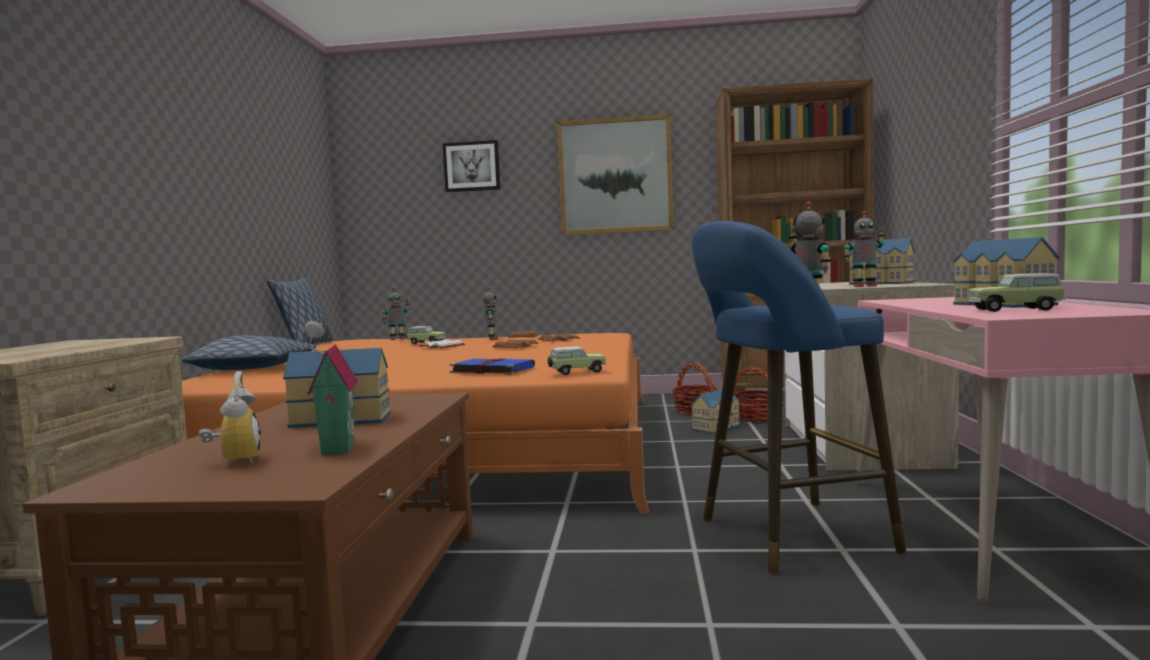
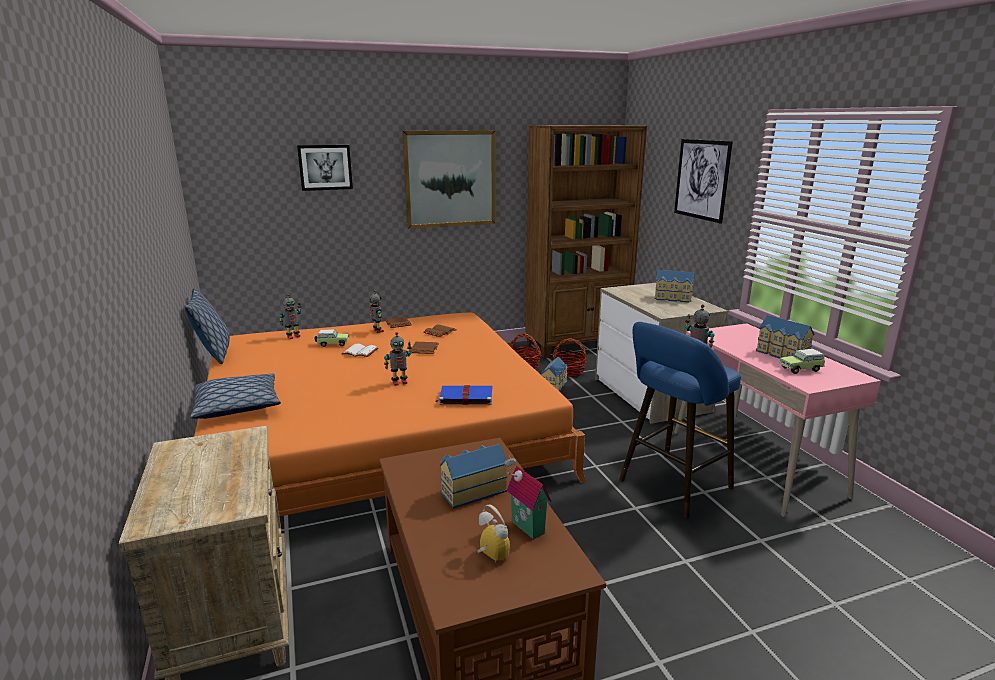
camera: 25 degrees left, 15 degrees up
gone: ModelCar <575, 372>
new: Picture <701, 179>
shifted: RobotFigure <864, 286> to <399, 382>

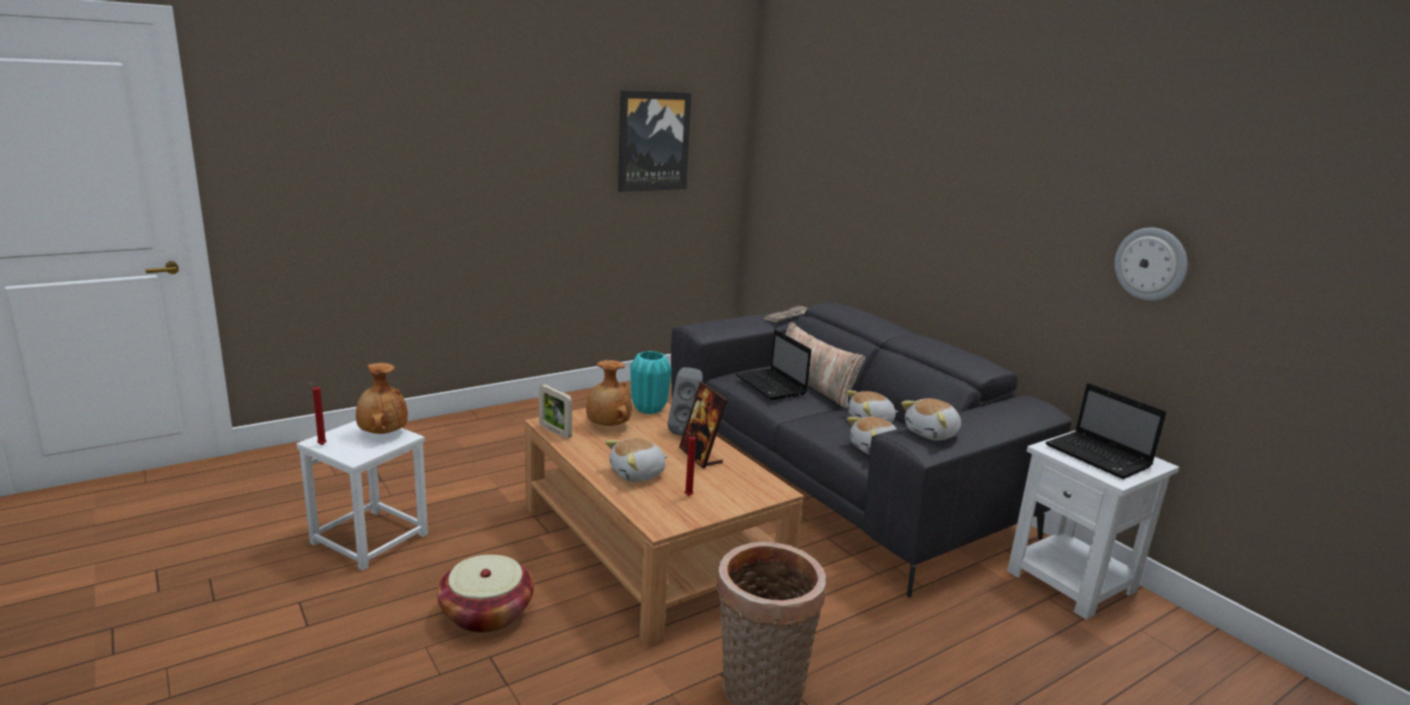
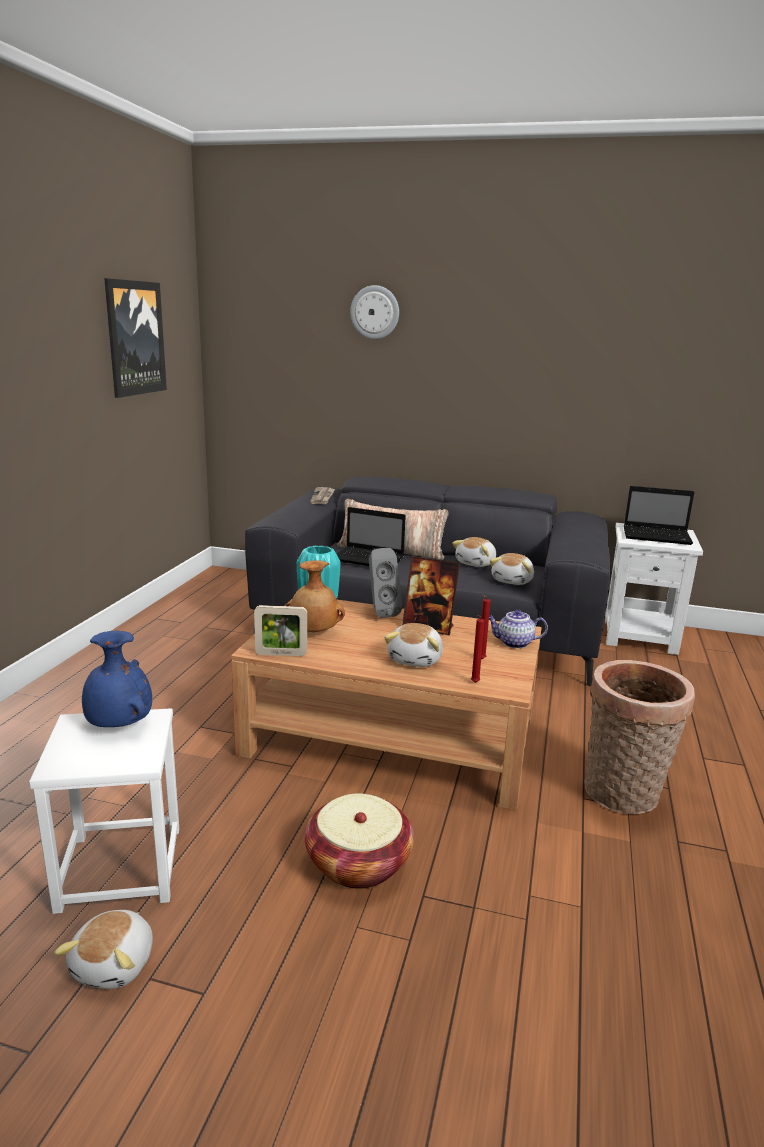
camera: 40 degrees left, 0 degrees up
new: Teapot <514, 643>
shifted: RedColouredCandle <320, 445> to <474, 683>; PlushToy <932, 434> to <115, 964>; HangingClock <1151, 264> to <375, 312>
repainted: BrownishFlowerVase <382, 433> to BlueFlowerVase <118, 724>

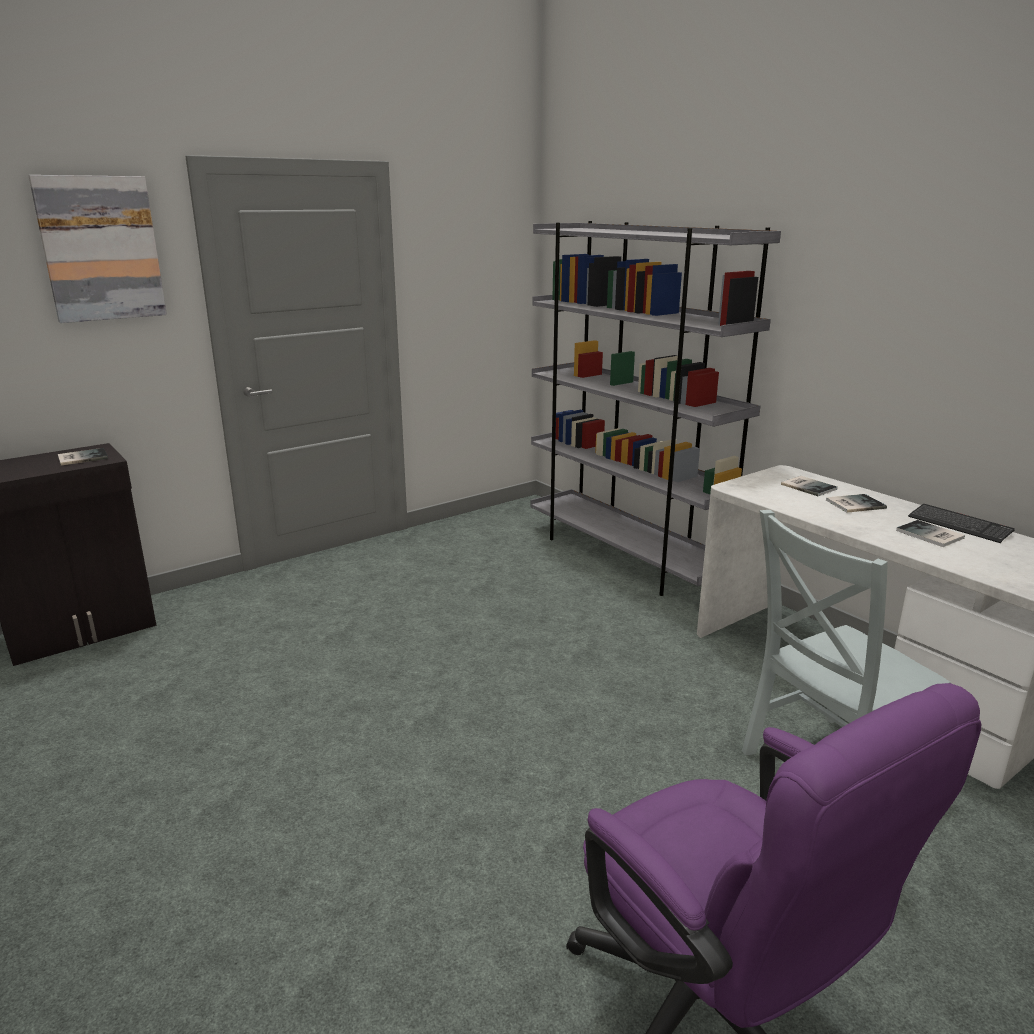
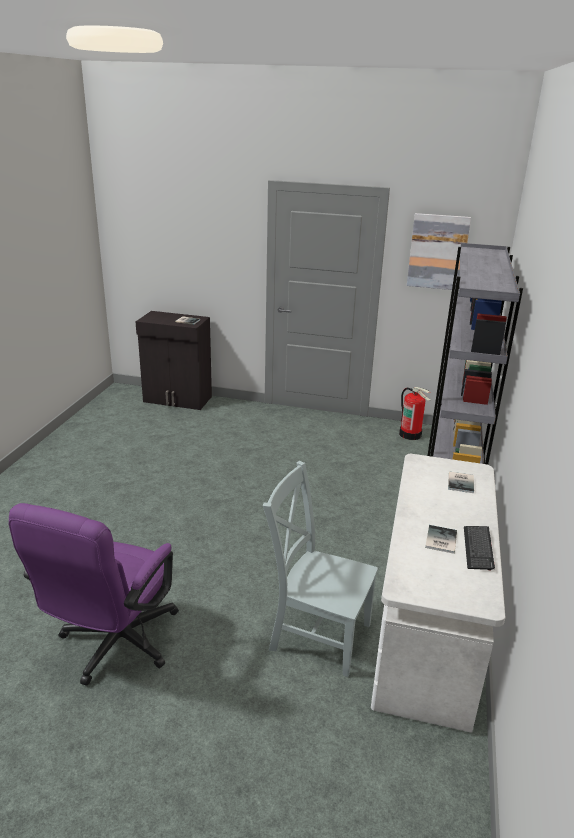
camera: 50 degrees right, 5 degrees up
gone: Book <853, 504>
new: FireFightingCylinder <410, 434>
shifted: Picture <101, 249> to <437, 252>

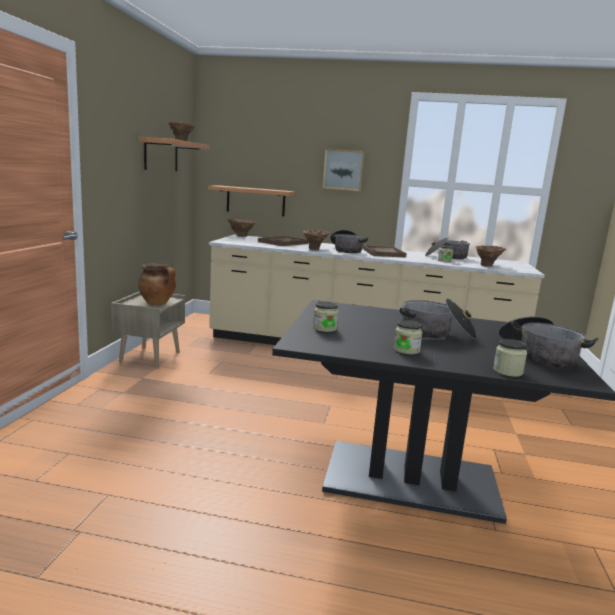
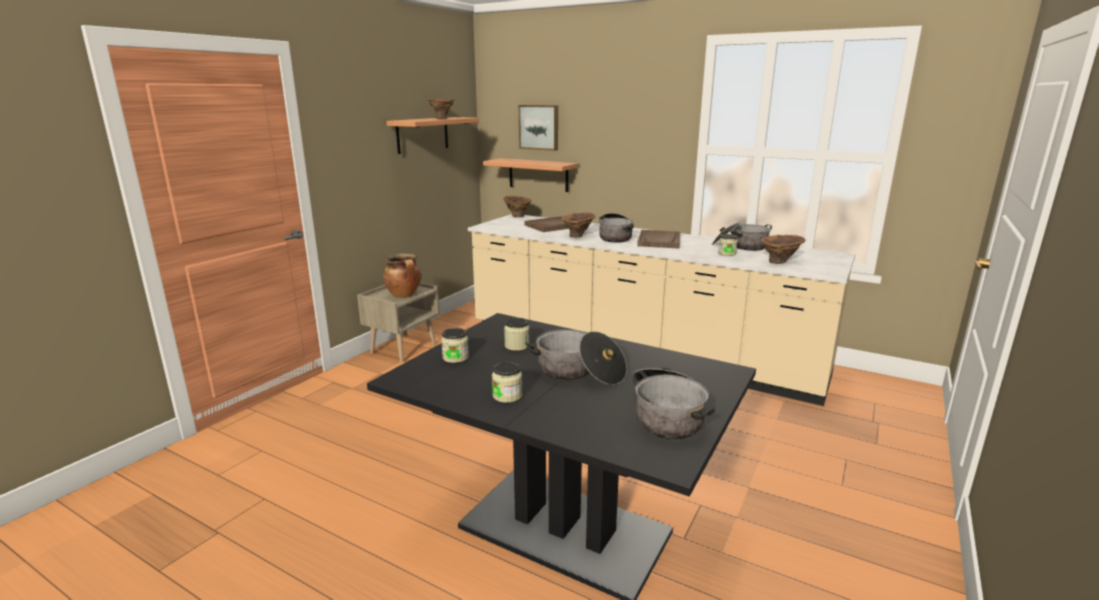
camera: 20 degrees right, 5 degrees up
shifted: Picture <343, 170> to <539, 127>; Jar <507, 371> to <517, 346>

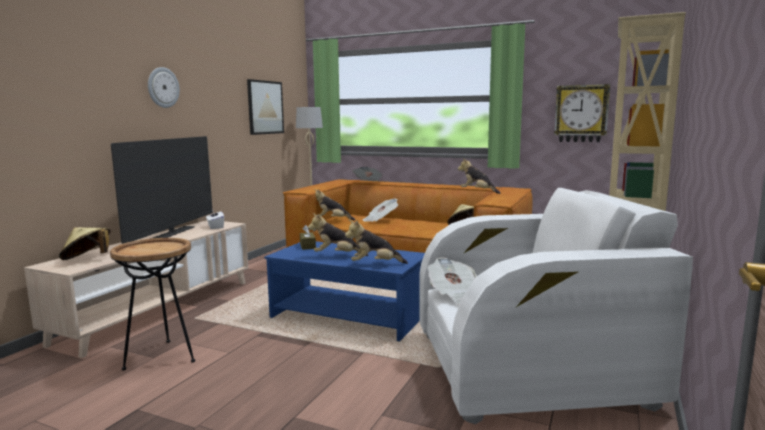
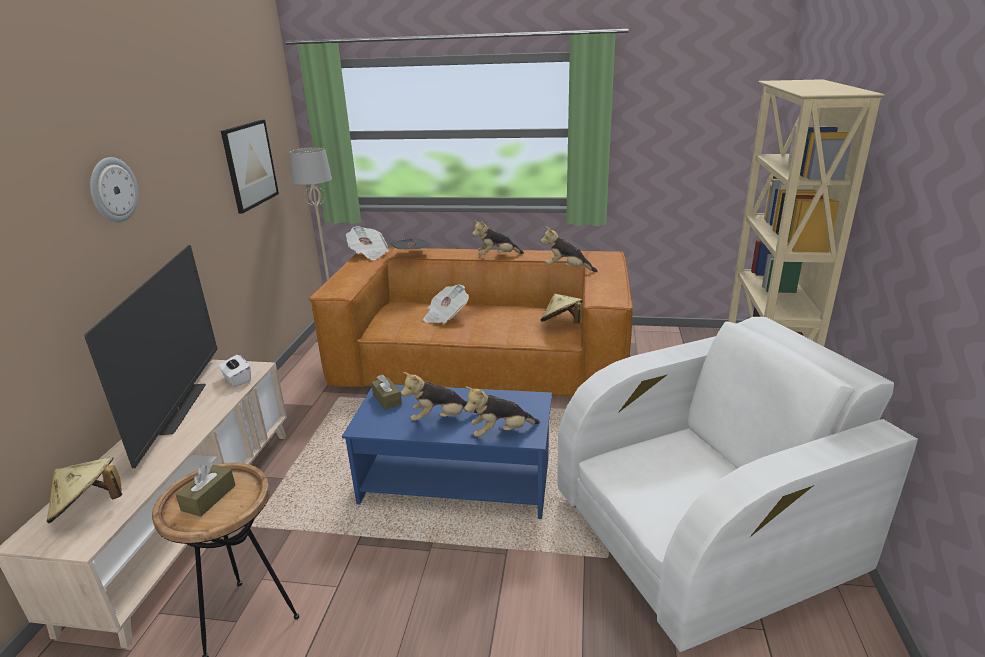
camera: 15 degrees left, 15 degrees up
gone: HangingClock <581, 113>
new: BrownishBoxOfTissues <209, 498>
shifted: PlushToy <332, 220> to <496, 256>; Newspaper <455, 296> to <368, 254>

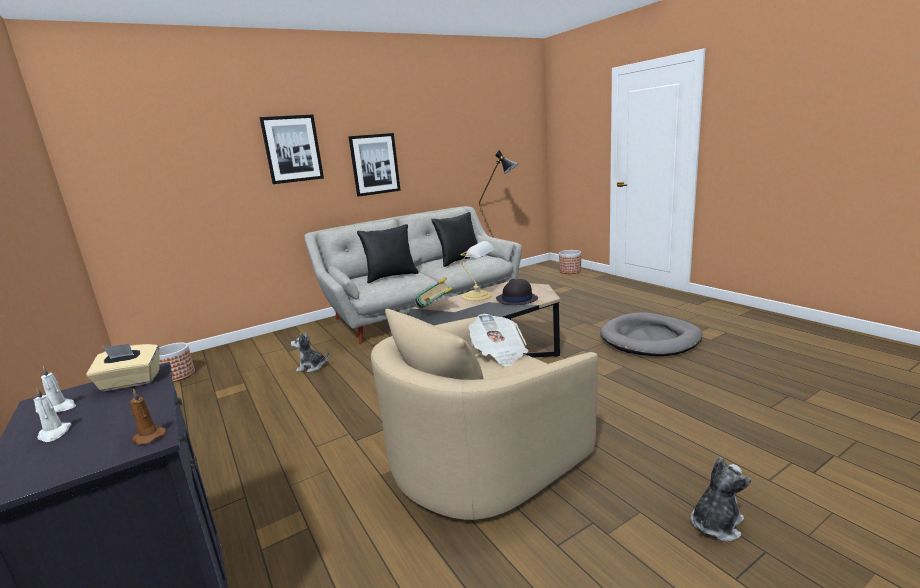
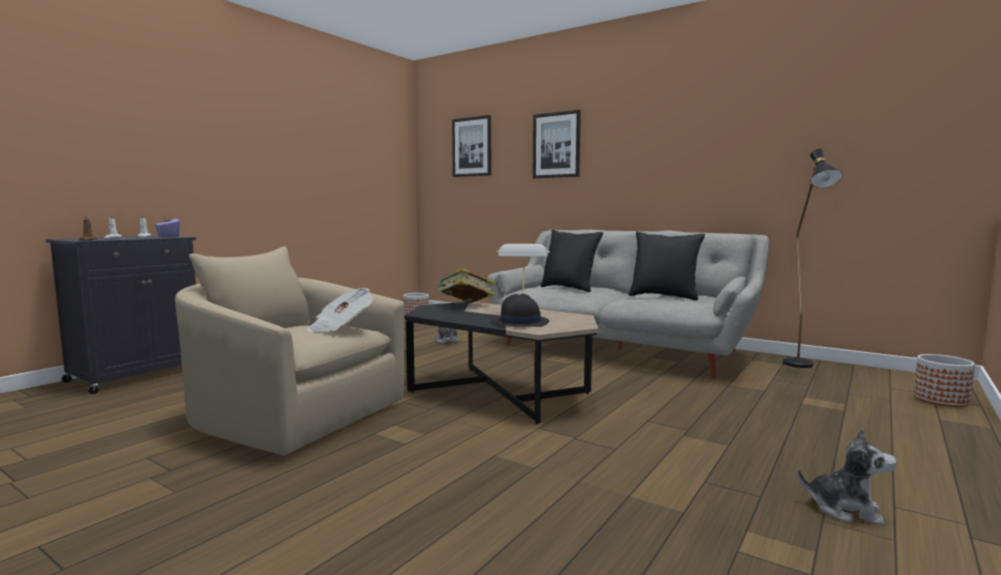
camera: 65 degrees right, 10 degrees down
gone: GrayPetBed <650, 339>
shifted: Picture <374, 164> to <472, 147>; PlushToy <715, 524> to <845, 509>
repainted: BeigeColouredBoxOfTissues <131, 382> to PurpleBoxOfTissues <168, 236>

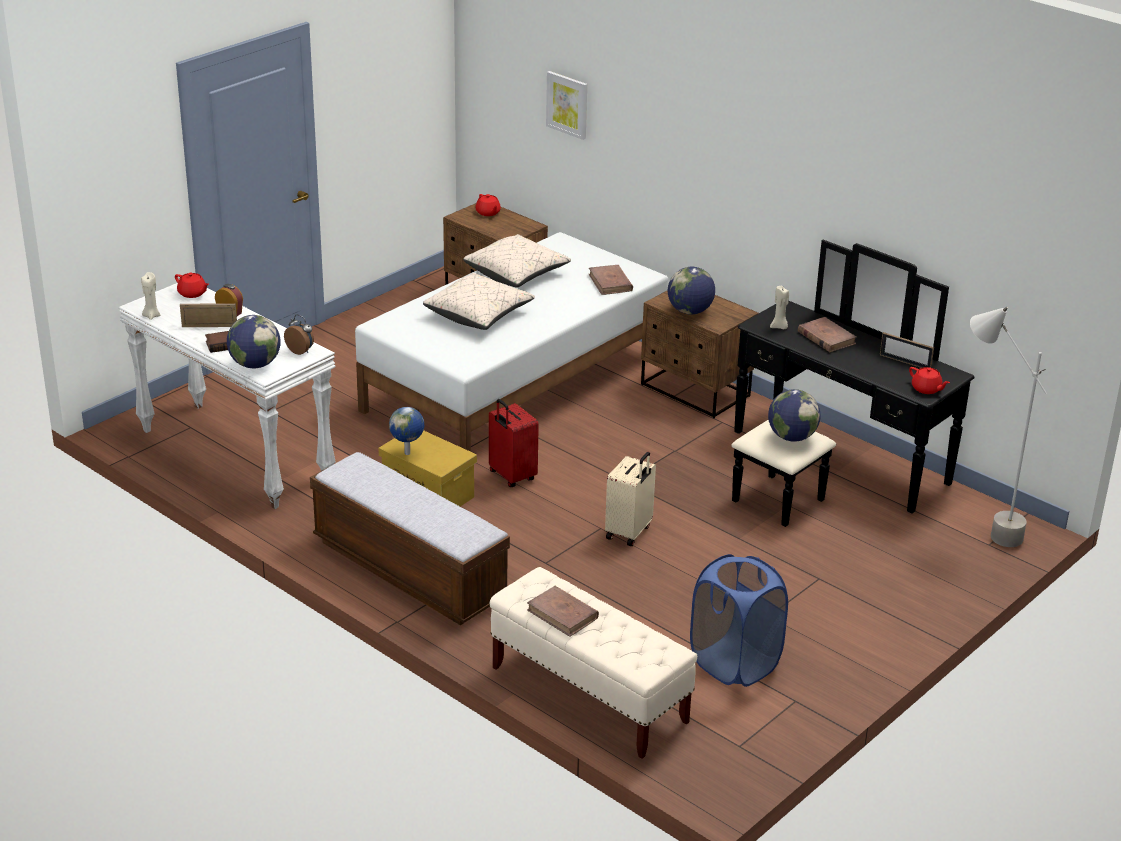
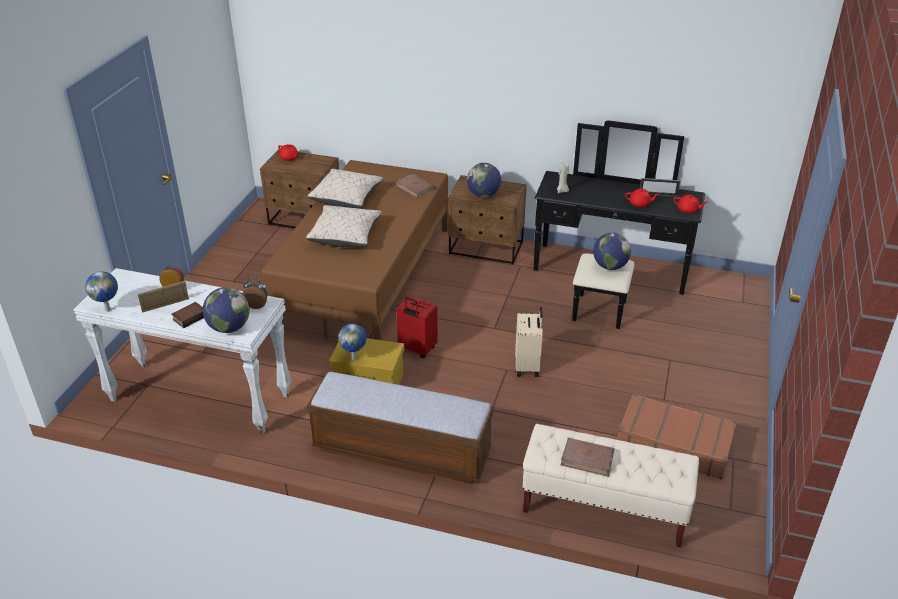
camera: 25 degrees left, 5 degrees up
gone: Picture <567, 104>; BrownishBook <826, 337>; GrayFloorLamp <982, 528>
shifted: RedColouredTeapot <192, 293> to <640, 204>
swapped: BeigeColouredCandle <151, 316> to DeskGlobe <108, 309>; BlueWashingBasket <734, 663> to BrownishSuitcase <673, 444>
repainted: WhiteColouredSleepingBed <517, 383> to BrownishSleepingBed <367, 277>

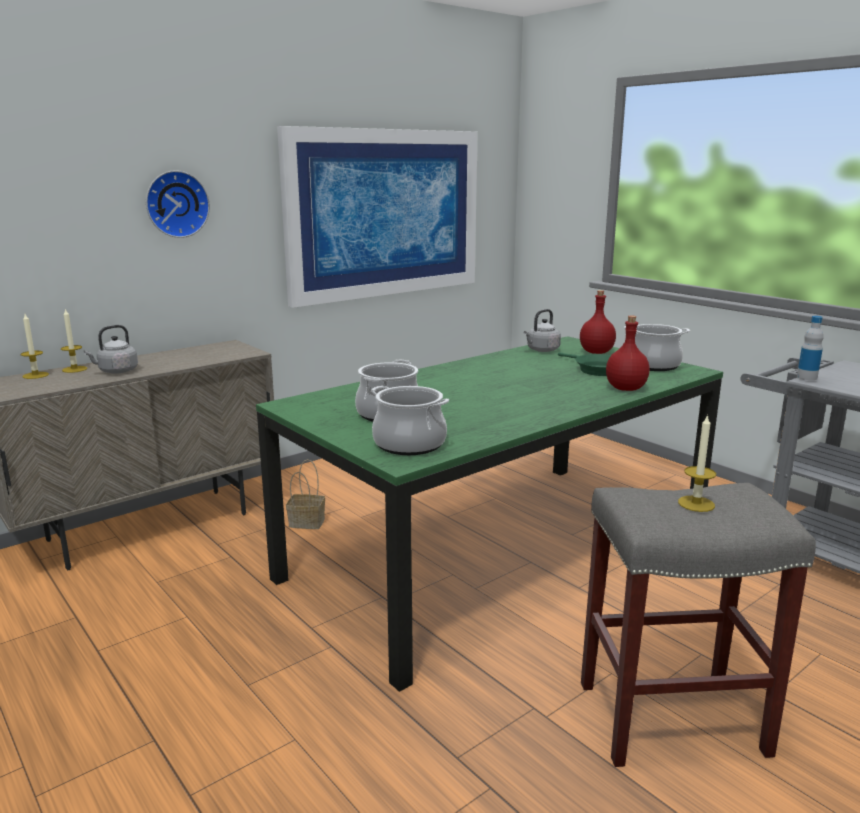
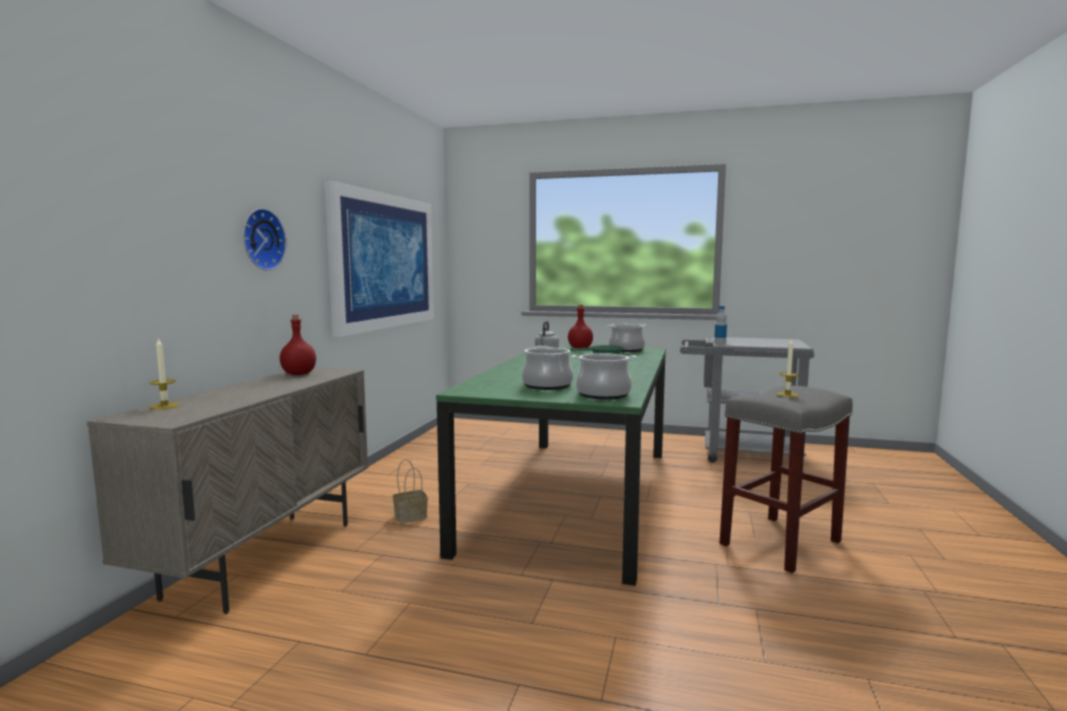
camera: 35 degrees left, 10 degrees down
gone: Candle <74, 369>; GrayKettle <116, 371>
shifted: RedColouredBottle <626, 388> to <299, 374>

